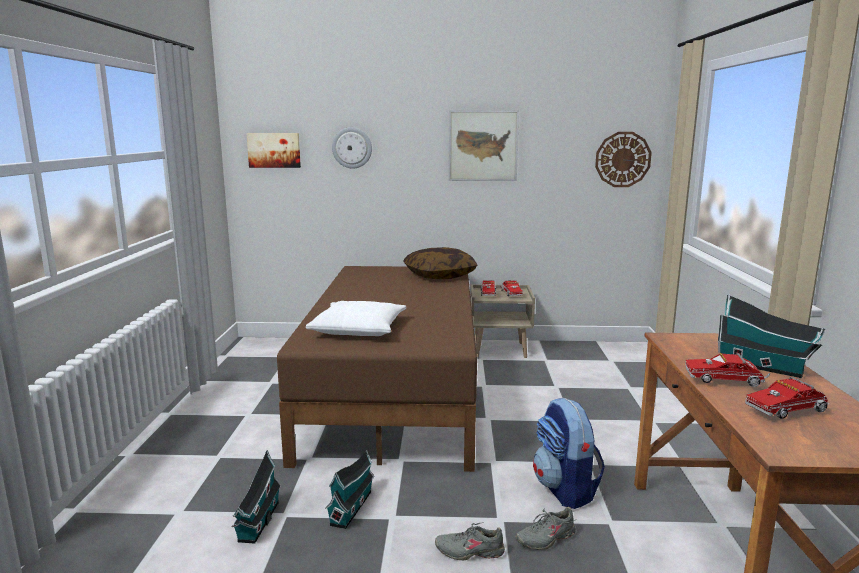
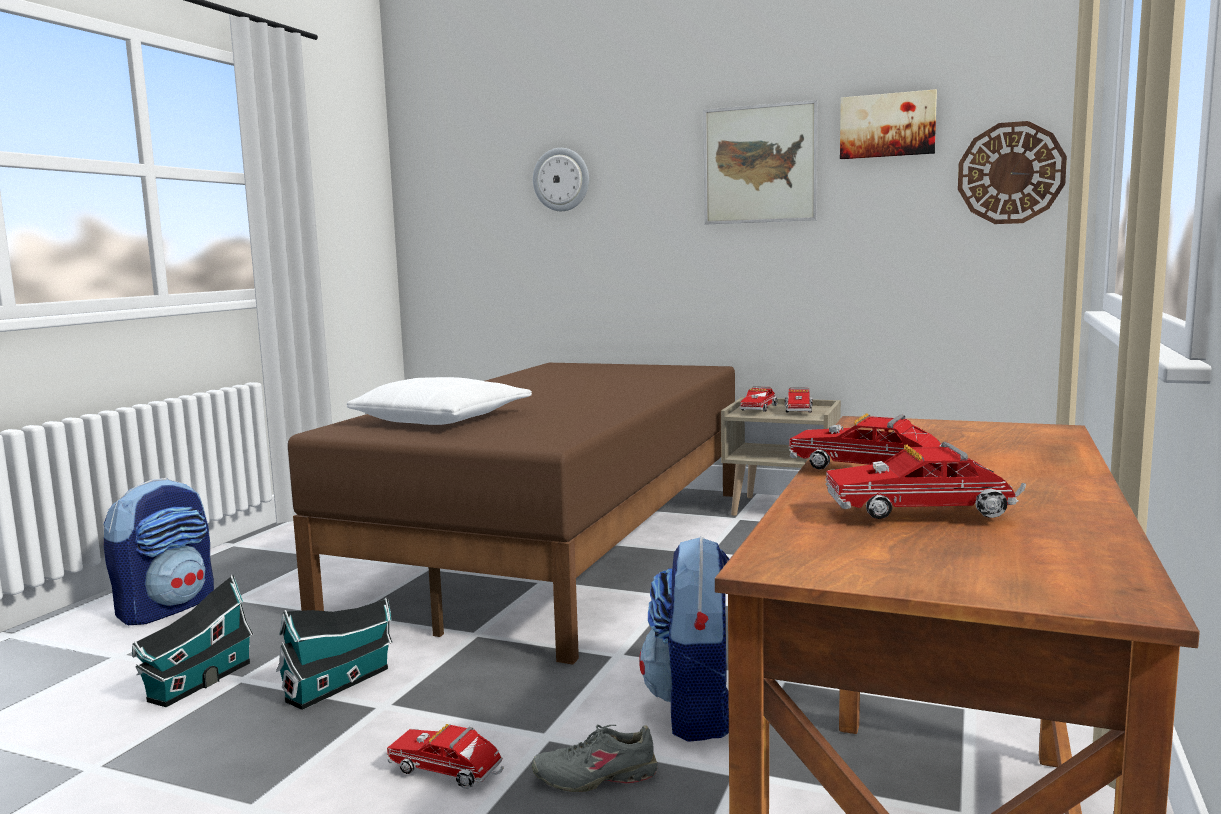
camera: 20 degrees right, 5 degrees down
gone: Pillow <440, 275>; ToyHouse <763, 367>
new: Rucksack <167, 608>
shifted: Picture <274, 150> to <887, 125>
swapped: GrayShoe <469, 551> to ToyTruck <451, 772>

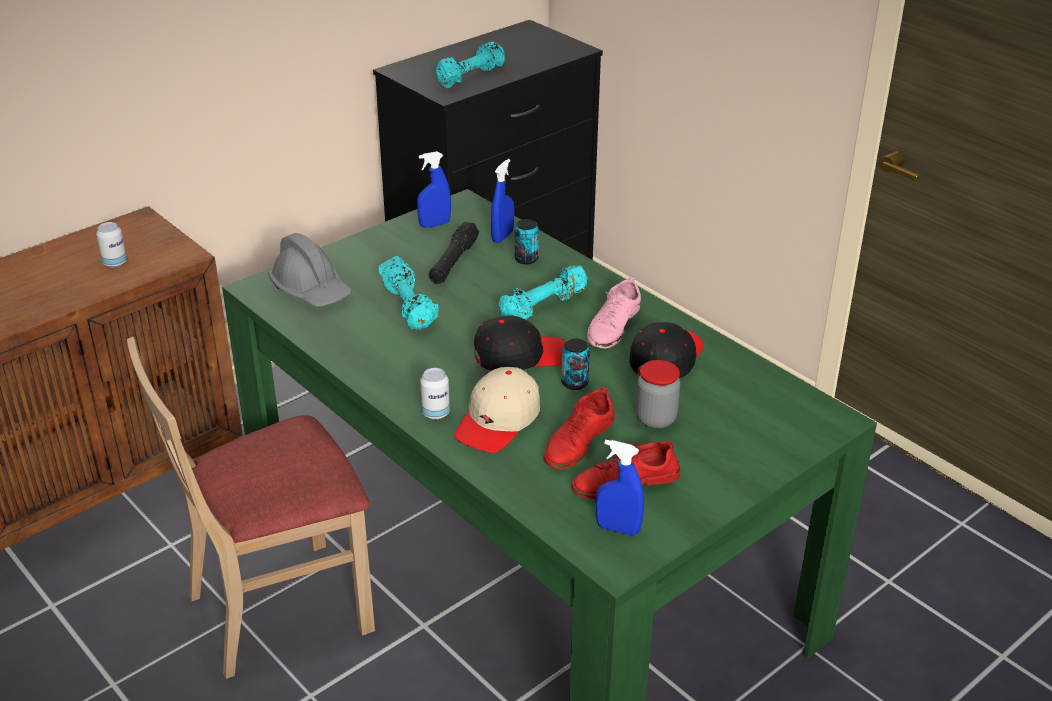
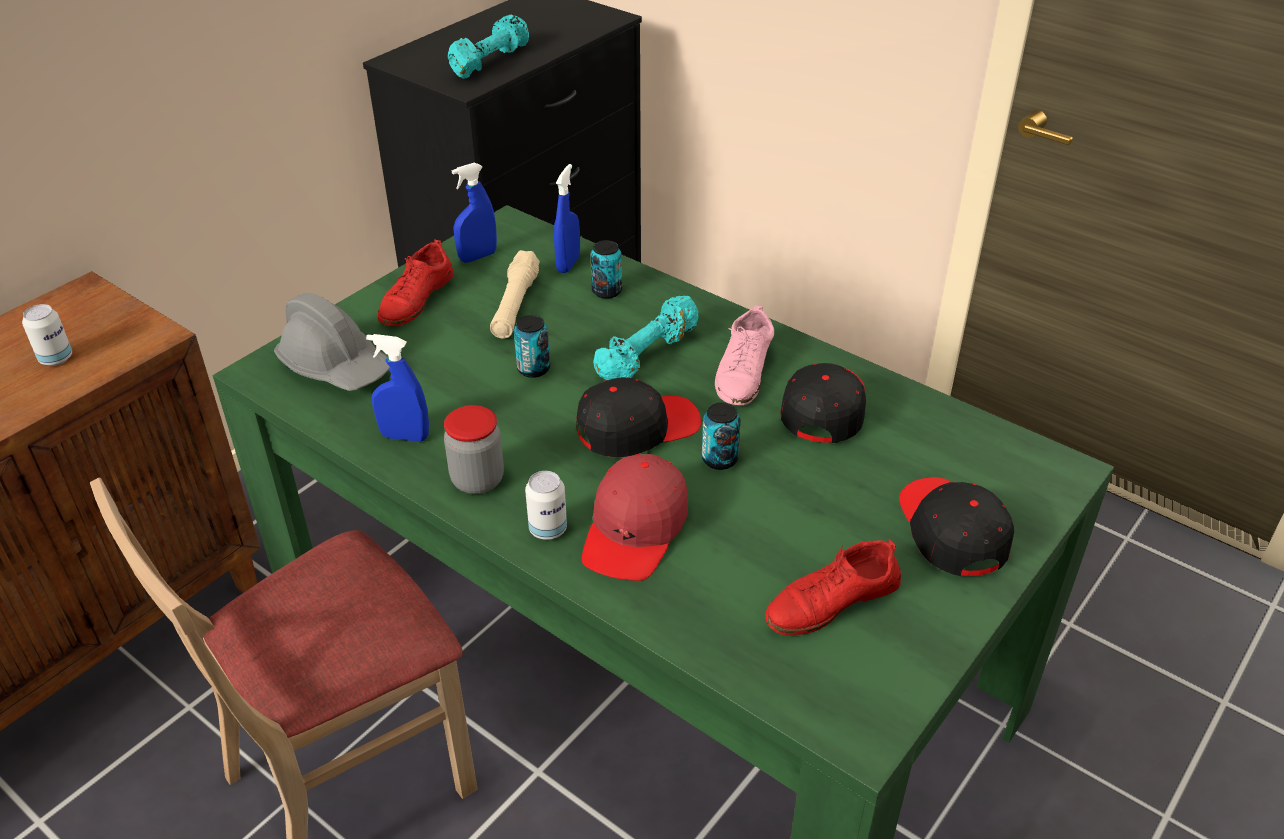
camera: 10 degrees left, 5 degrees up
gone: TurquoiseDumbbell <409, 307>
new: SealedCan <533, 369>; BlackColouredCap <951, 531>
shifted: RedColouredShoe <578, 441> to <416, 299>; BlueHandSprayer <618, 529> to <405, 436>; Jar <656, 419> to <477, 480>
repainted: BlackColouredFlashlight <453, 262> to BeigeColouredFlashlight <515, 305>; BeigeColouredCap <498, 421> to RedColouredCap <635, 530>

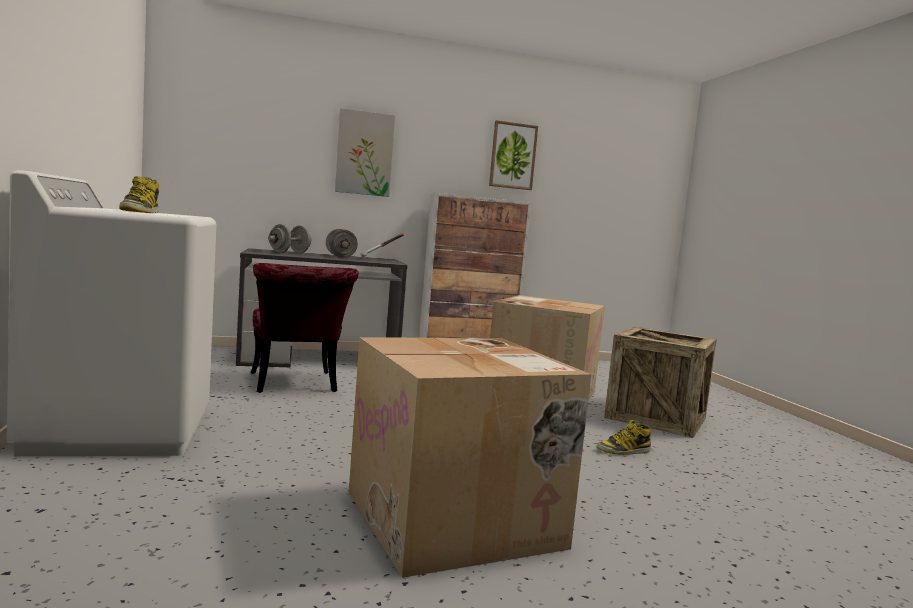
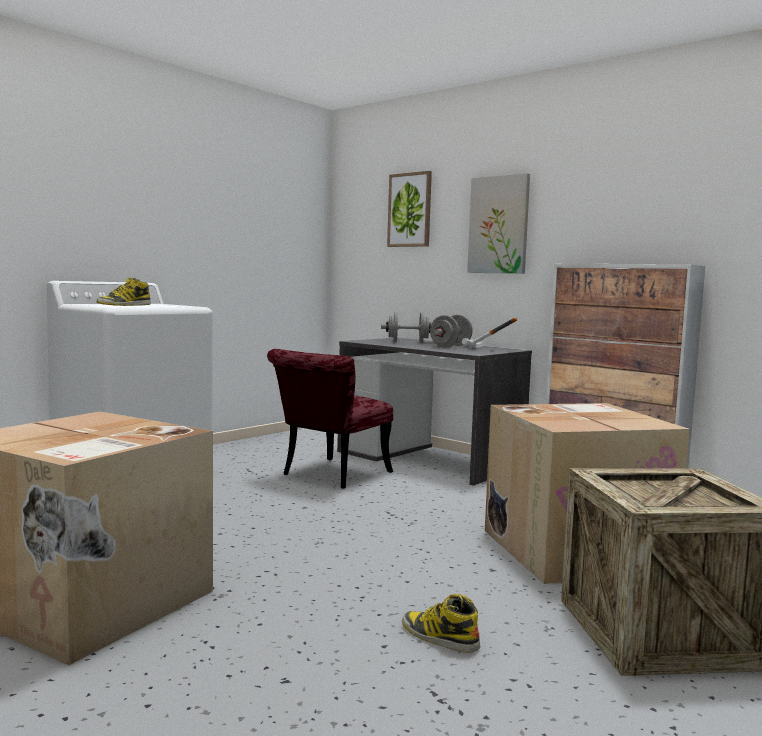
camera: 55 degrees right, 0 degrees up
shifted: Picture <513, 156> to <410, 210>

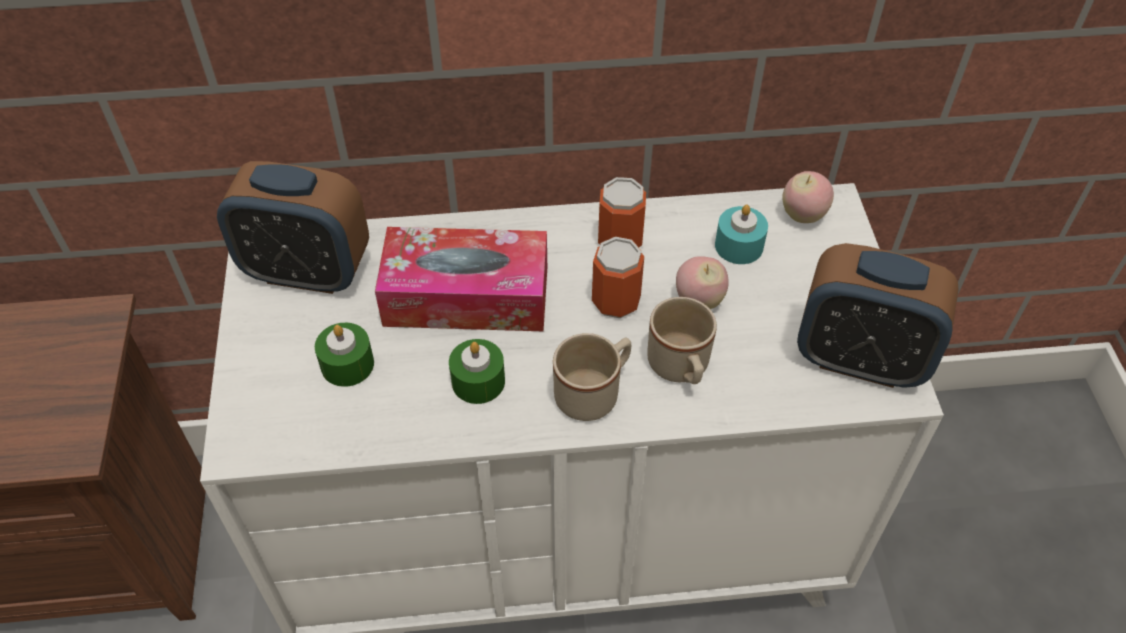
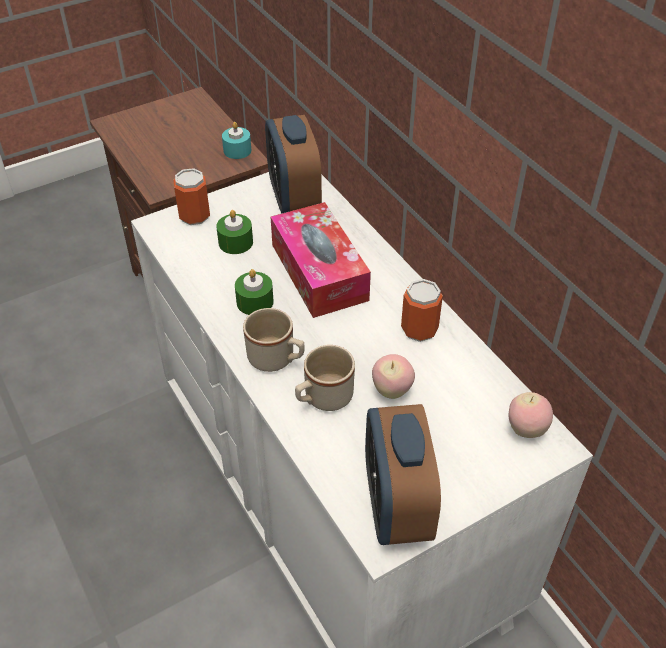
camera: 65 degrees right, 5 degrees down
shifted: SealedCan <616, 301> to <194, 216>; TurquoiseCandle <739, 246> to <237, 150>

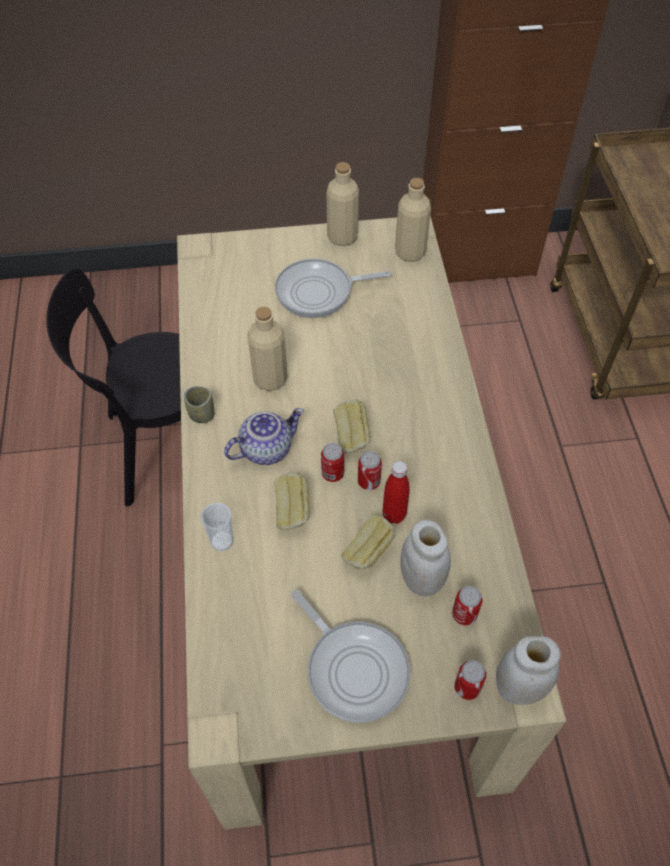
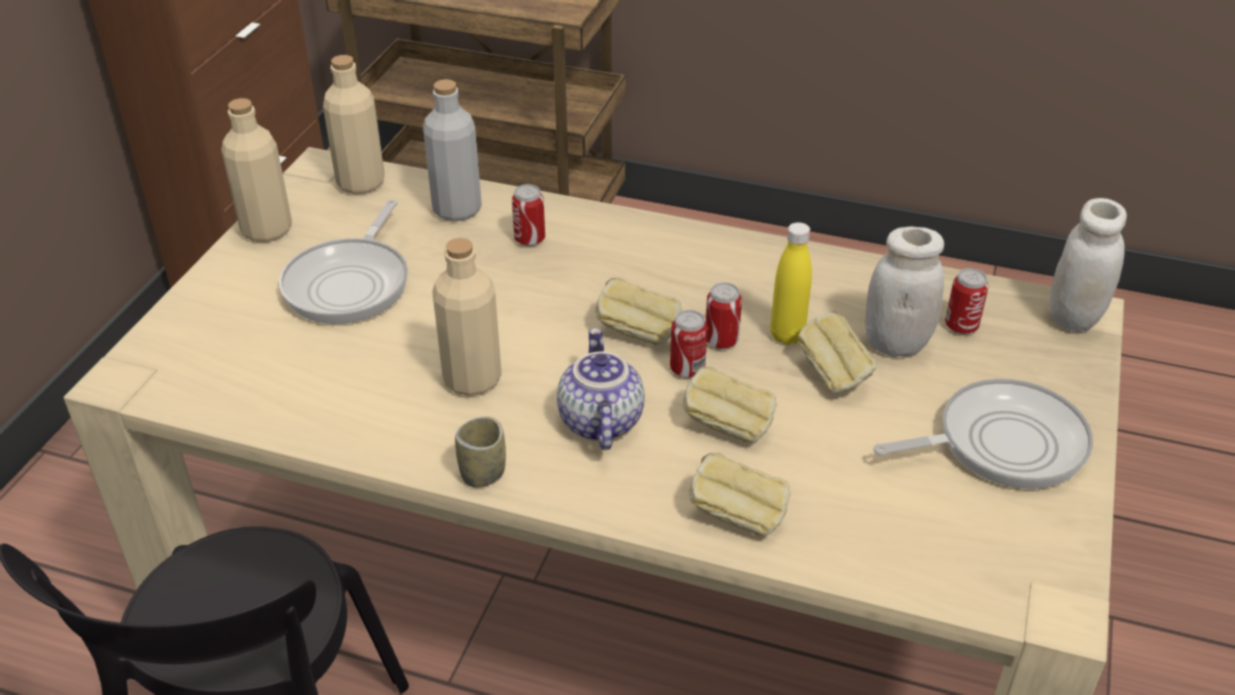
camera: 65 degrees left, 15 degrees down
new: GrayBottle <457, 209>
shifted: SealedCan <467, 687> to <529, 239>
swapped: Cup <222, 541> to BakedBread <737, 516>
repainted: RedColouredBottle <394, 515> to YellowishBottle <787, 335>

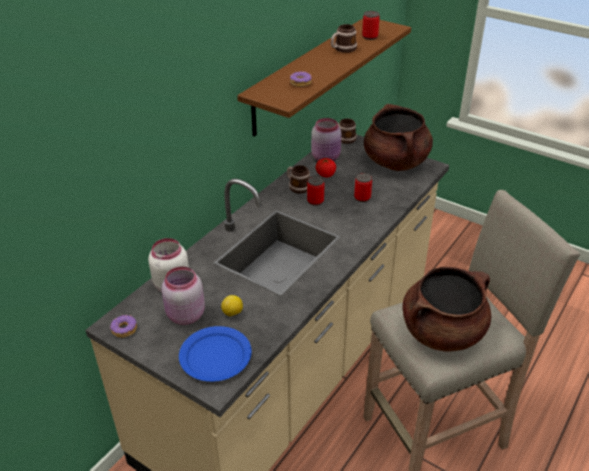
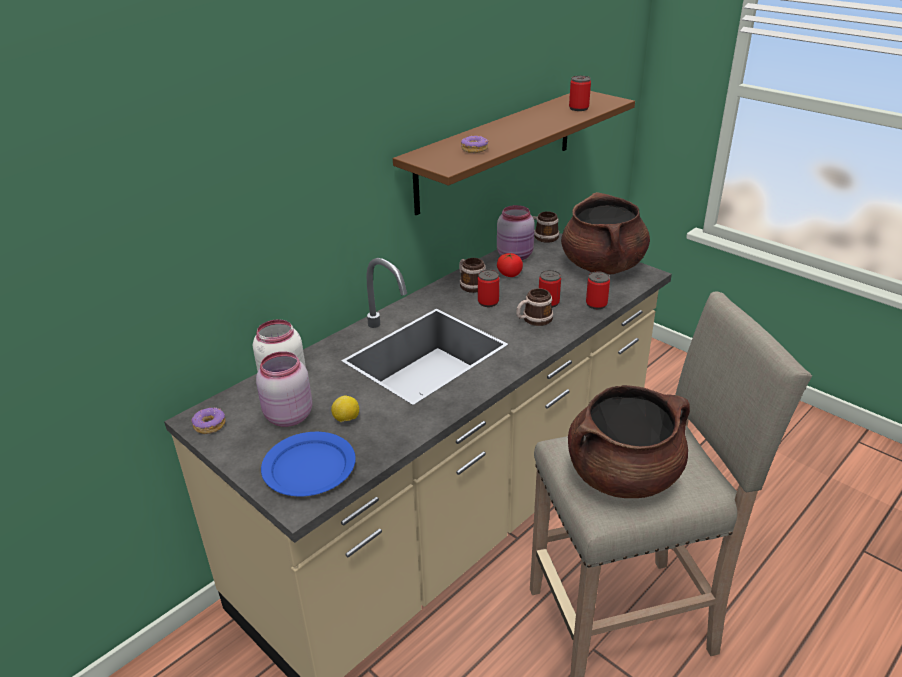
camera: 10 degrees right, 5 degrees down
new: SealedCan <596, 304>
shifted: TeaMug <342, 49> to <533, 320>

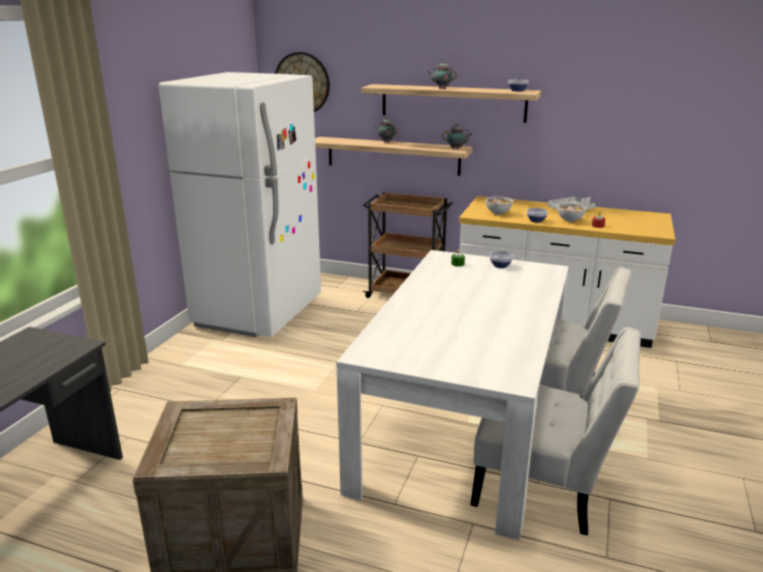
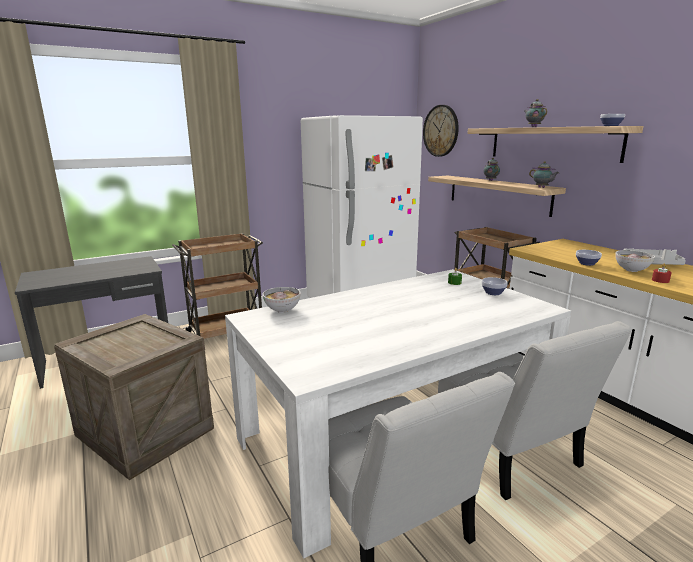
camera: 40 degrees right, 5 degrees down
new: BrownishWheeledCart <226, 332>
shifted: DeepDish <498, 213> to <282, 310>

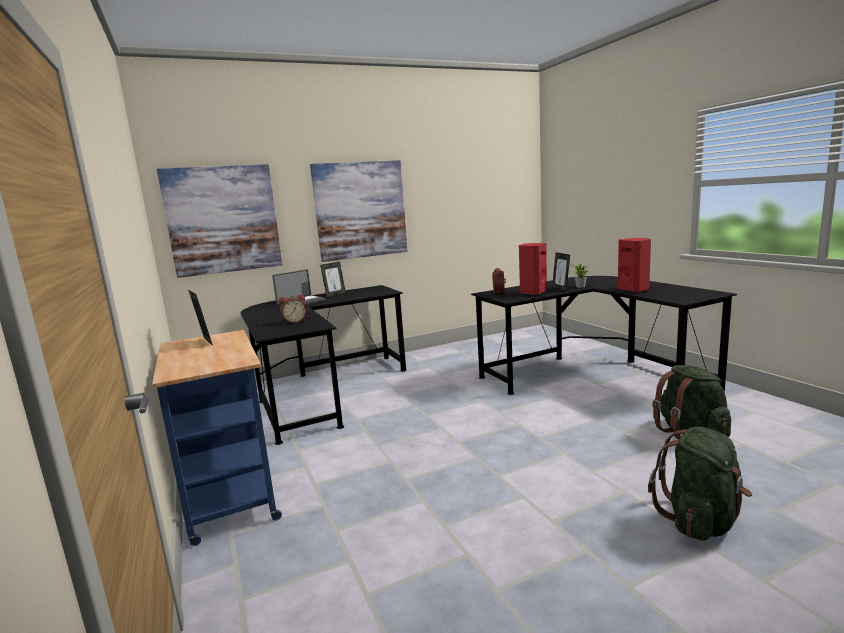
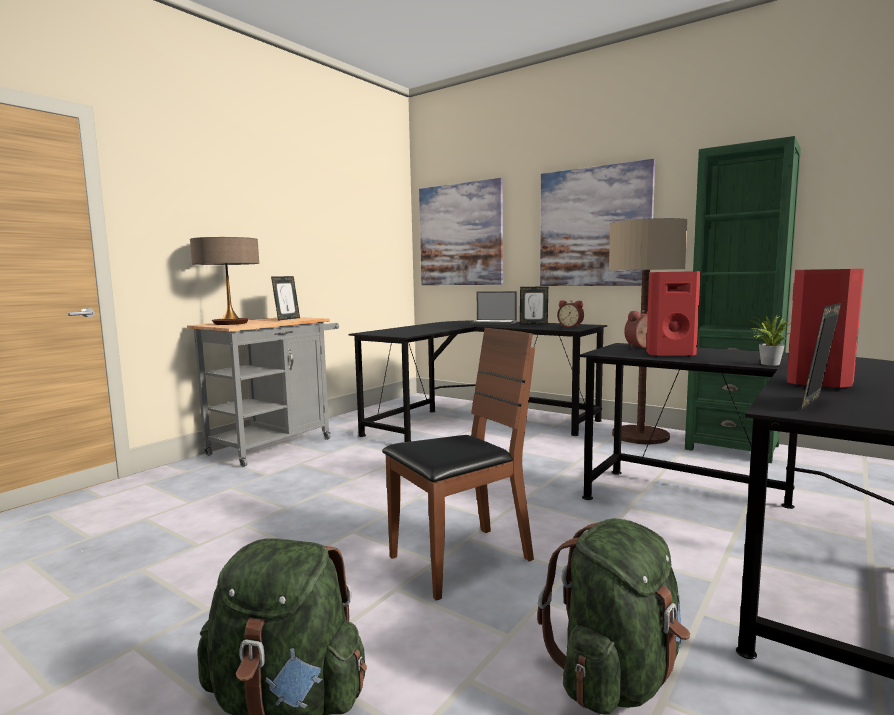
camera: 60 degrees right, 5 degrees down
new: TableLamp <230, 323>; BrownishChair <460, 560>; FloorLamp <640, 436>; GreenColouredBookshelf <732, 447>
shifted: AlarmClock <294, 321> to <571, 326>; PictureFrame <561, 289> to <817, 405>
repainted: BlueWheeledCart <229, 493> to GrayWheeledCart <276, 444>

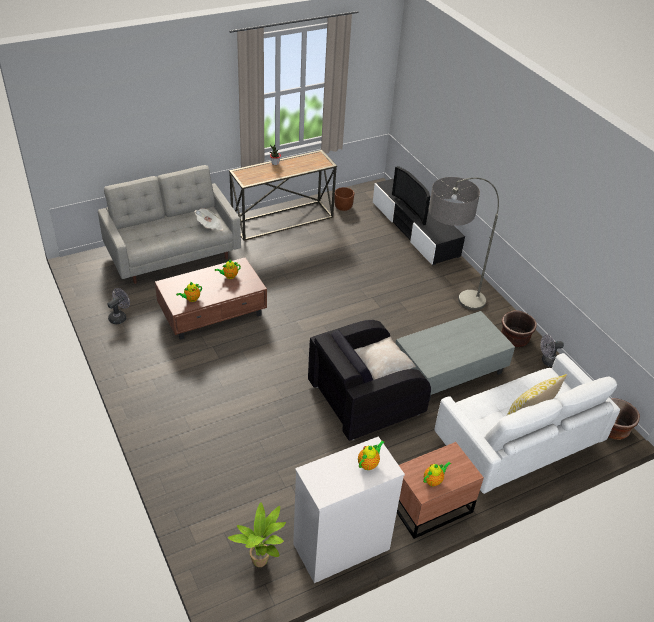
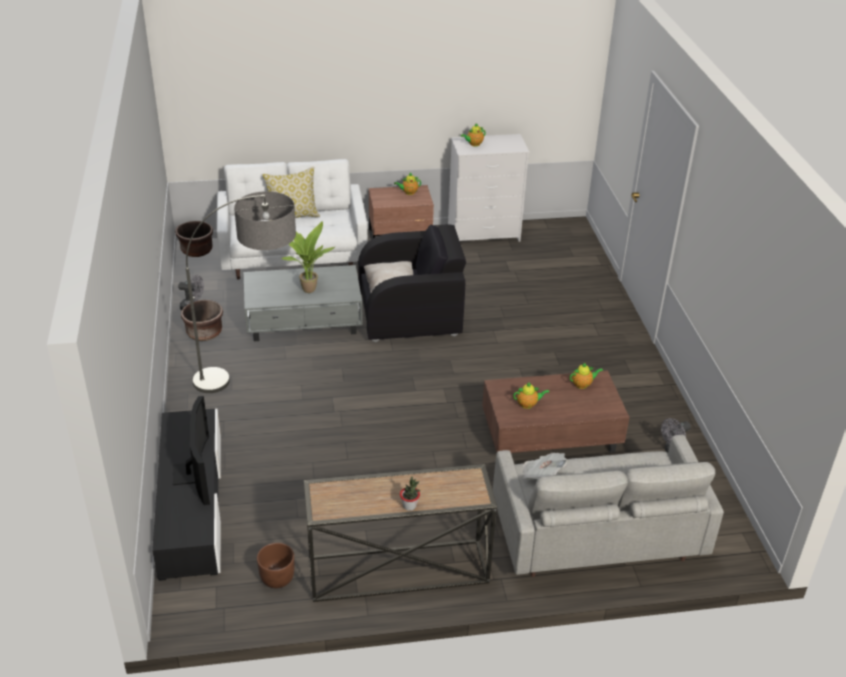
camera: 160 degrees left, 5 degrees down
shifted: Houseplant <262, 563> to <307, 289>

